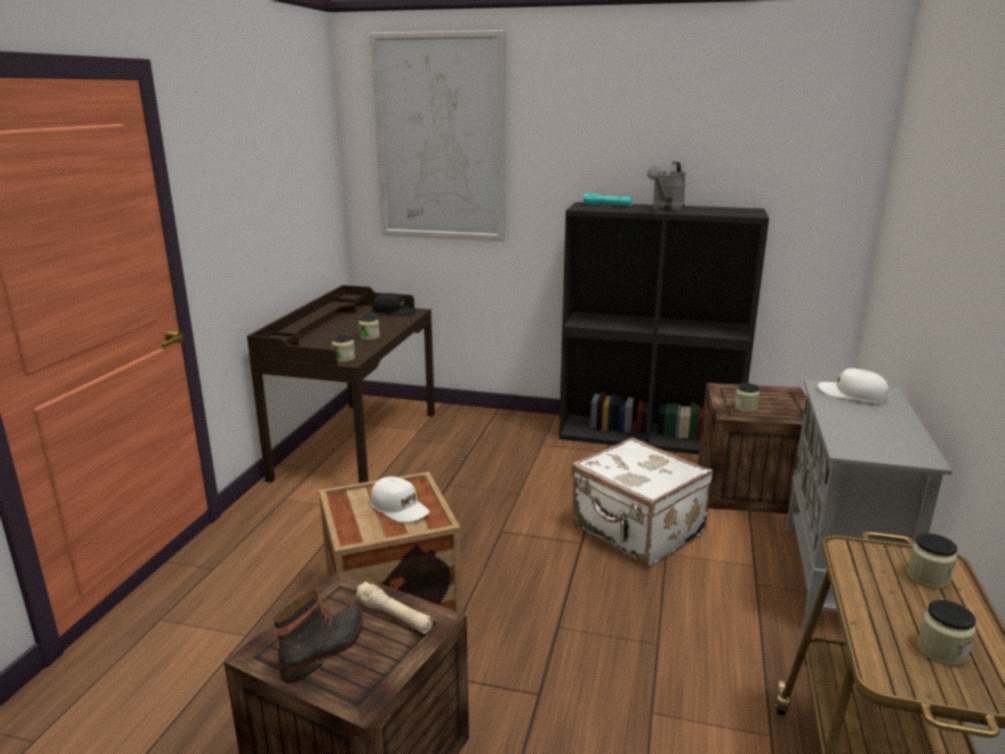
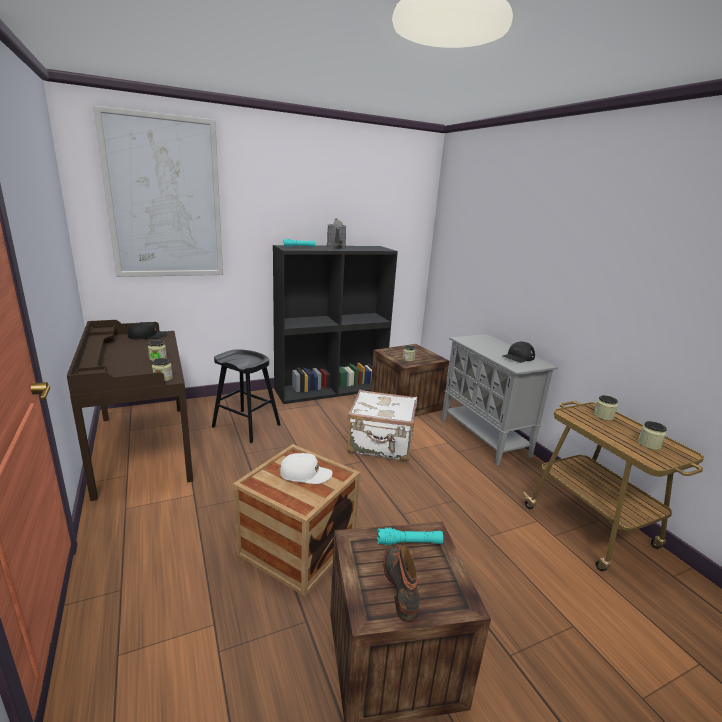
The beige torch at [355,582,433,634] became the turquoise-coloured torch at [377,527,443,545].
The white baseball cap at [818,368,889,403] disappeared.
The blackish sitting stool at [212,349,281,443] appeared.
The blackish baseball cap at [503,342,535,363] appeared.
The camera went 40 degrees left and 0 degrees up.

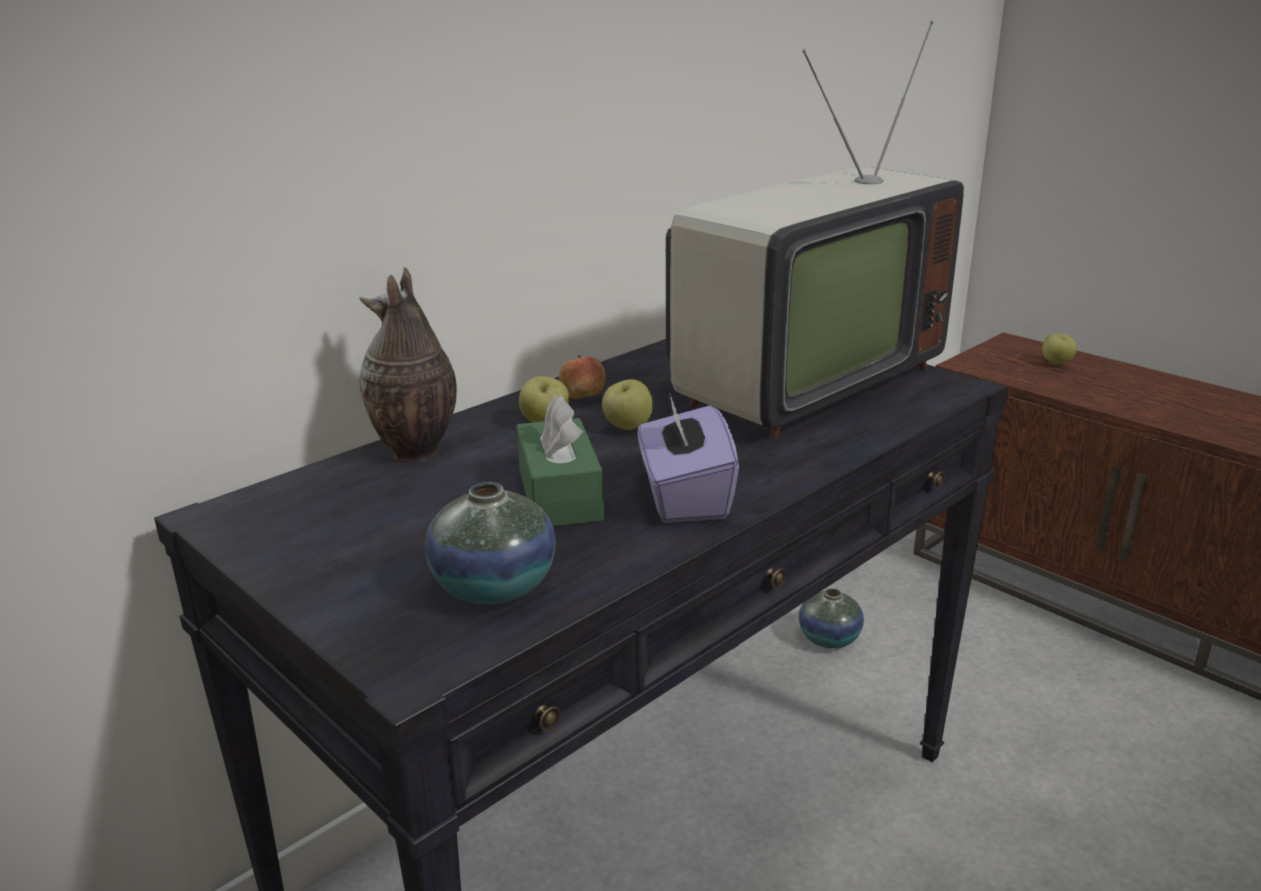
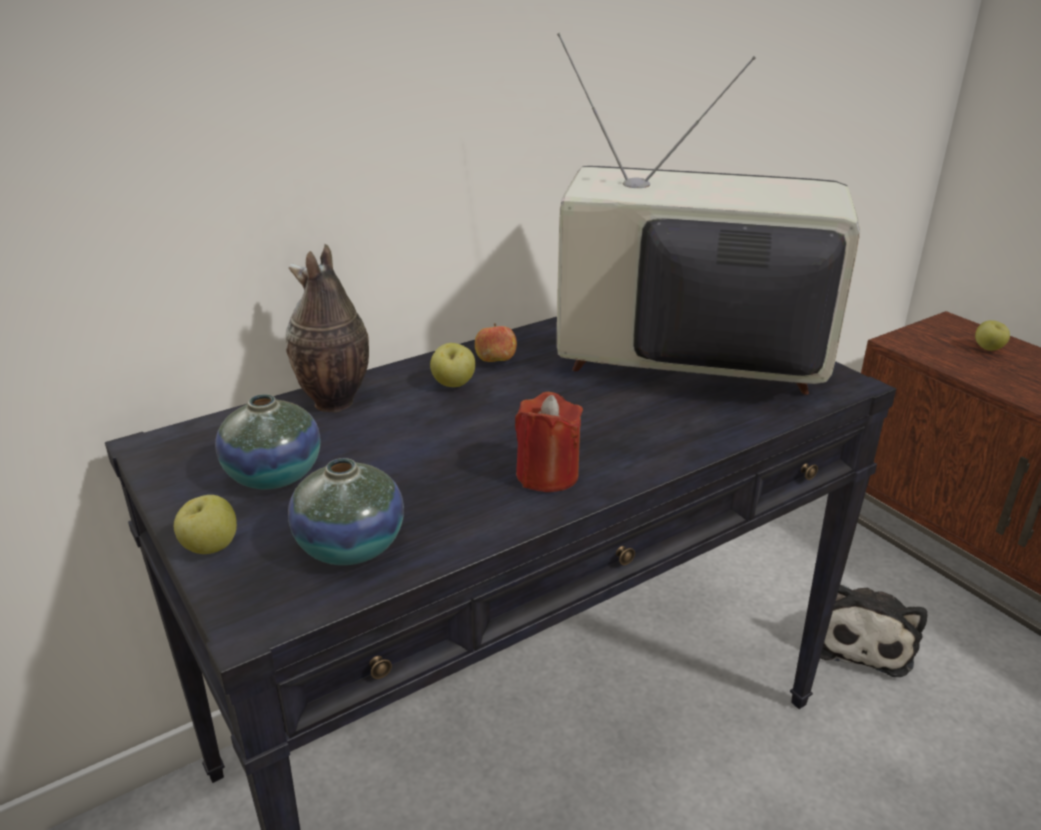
The greenish tissue holder at [517,395,604,527] disappeared.
The whole apple moved from [602,379,653,430] to [174,495,237,554].
The purple tissue holder at [638,392,739,523] was replaced by the red-coloured candle at [515,392,583,492].
The TV set at [666,21,964,440] turned 135 degrees counterclockwise.
The vase moved from [799,588,864,649] to [215,394,320,489].
The cuddly toy at [820,585,927,677] appeared.
The camera went 10 degrees right and 5 degrees up.

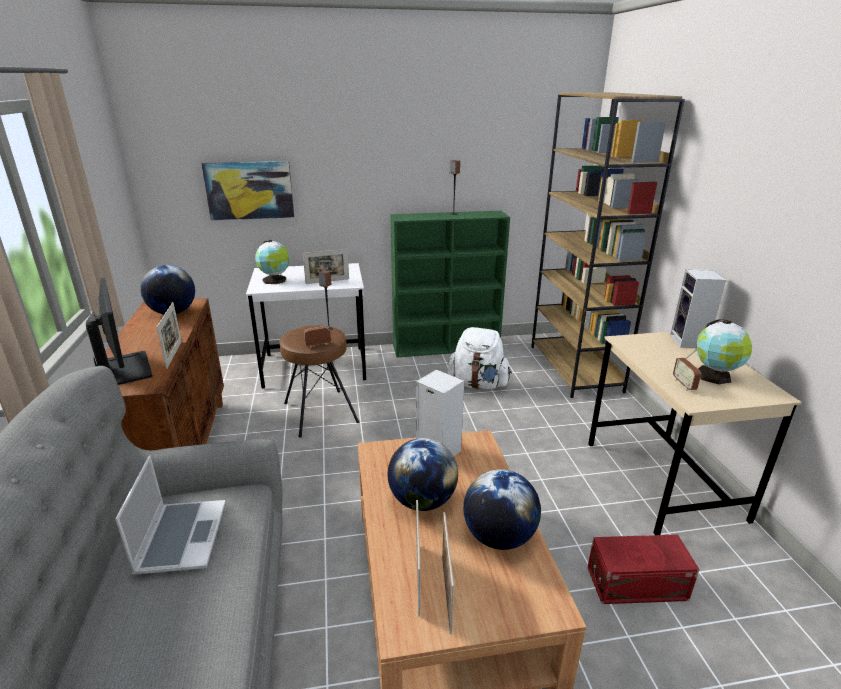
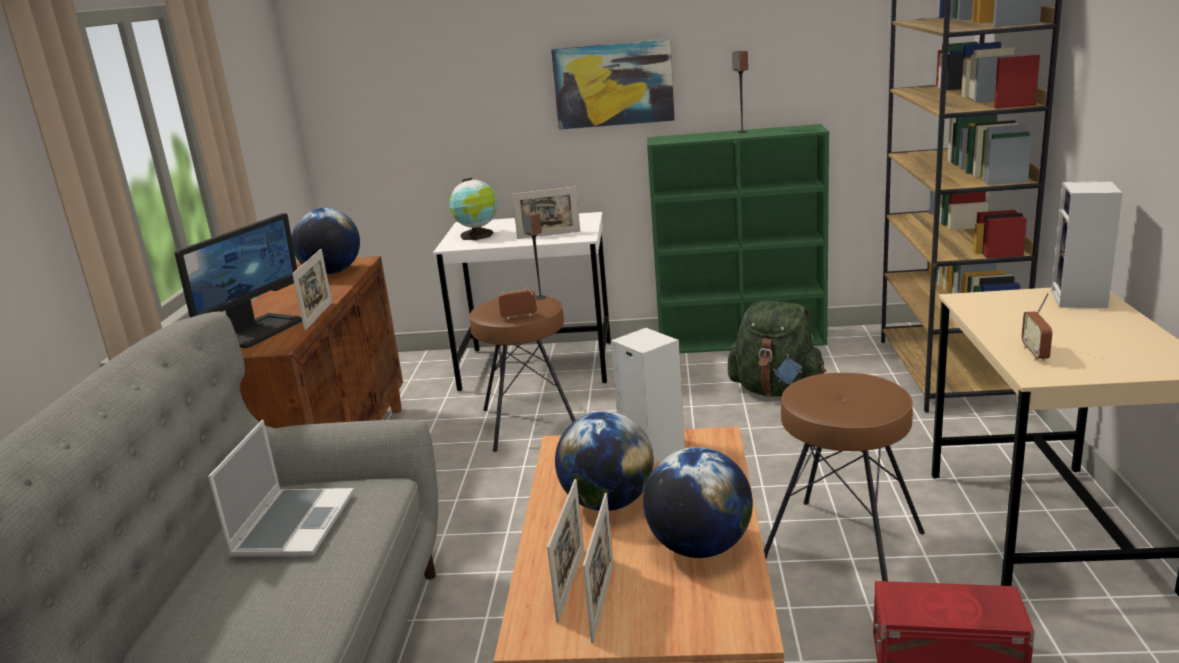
The computer screen at [86,278,153,385] turned 45 degrees clockwise.
The picture moved from [201,161,294,220] to [551,39,675,130].
The white knapsack at [448,327,512,389] became the greenish knapsack at [728,301,826,397].
The desk globe at [697,319,752,385] disappeared.
The brown-coloured sitting stool at [764,373,925,581] appeared.
The camera went 15 degrees right and 5 degrees down.

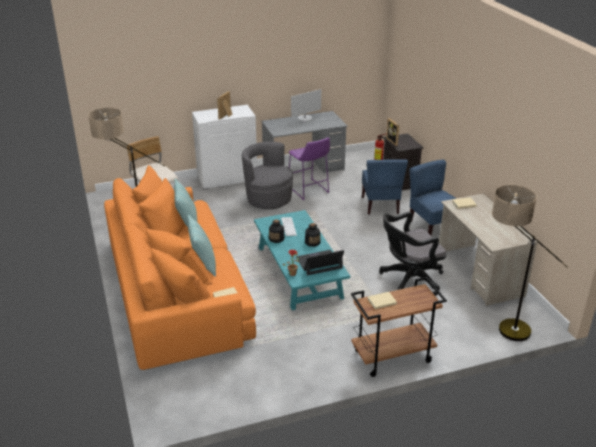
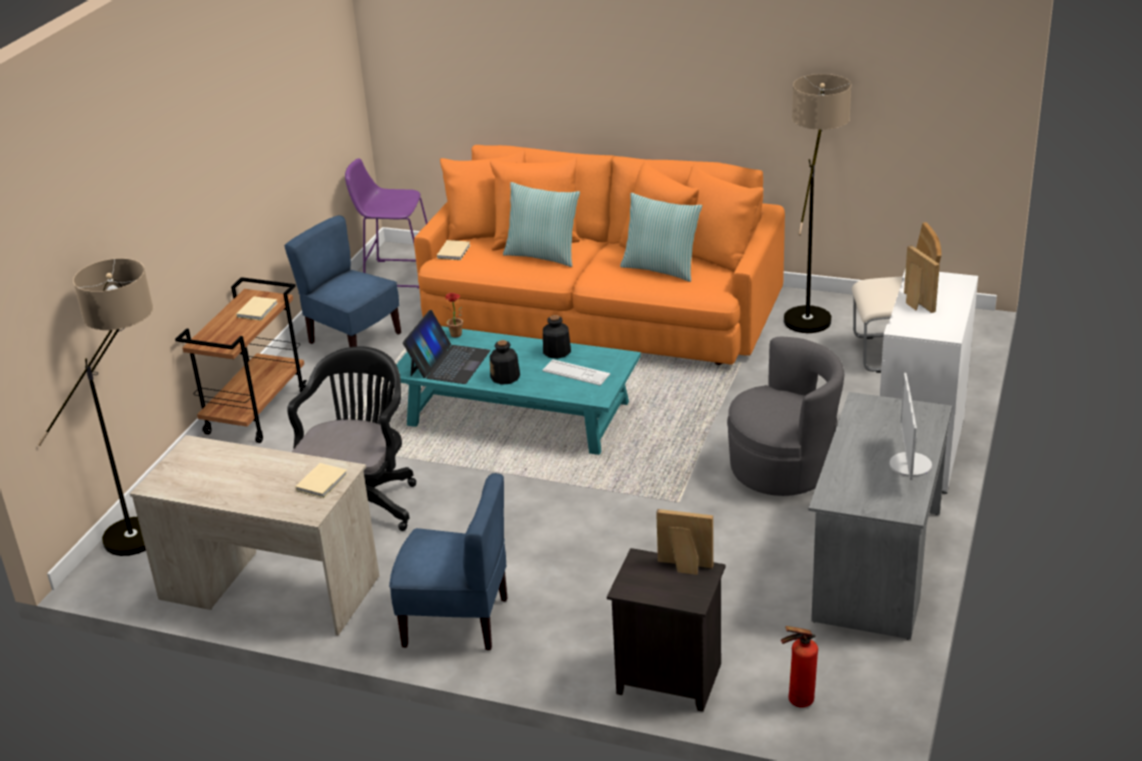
The purple sitting stool moved from [289,137,330,200] to [345,158,428,288].
The blue upright chair moved from [362,159,408,215] to [284,215,401,347].
The camera went 130 degrees right and 0 degrees up.

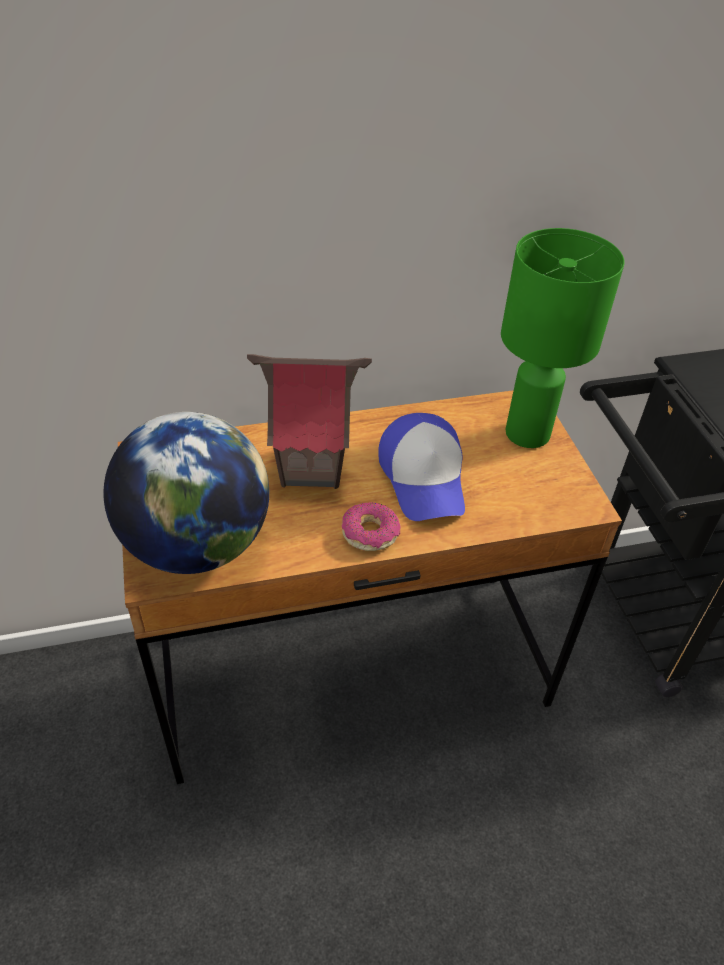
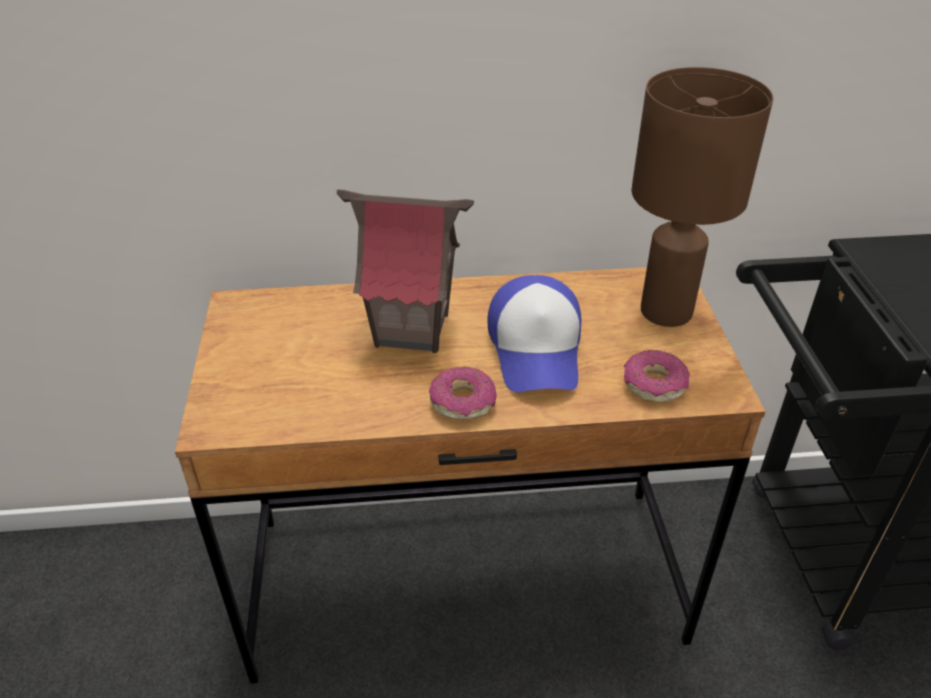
The desk globe at [104,412,269,574] disappeared.
The greenish tabletop lamp at [501,228,624,448] became the brown-coloured tabletop lamp at [631,67,774,327].
The ring doughnut at [624,350,690,403] appeared.
The camera went 10 degrees right and 5 degrees down.

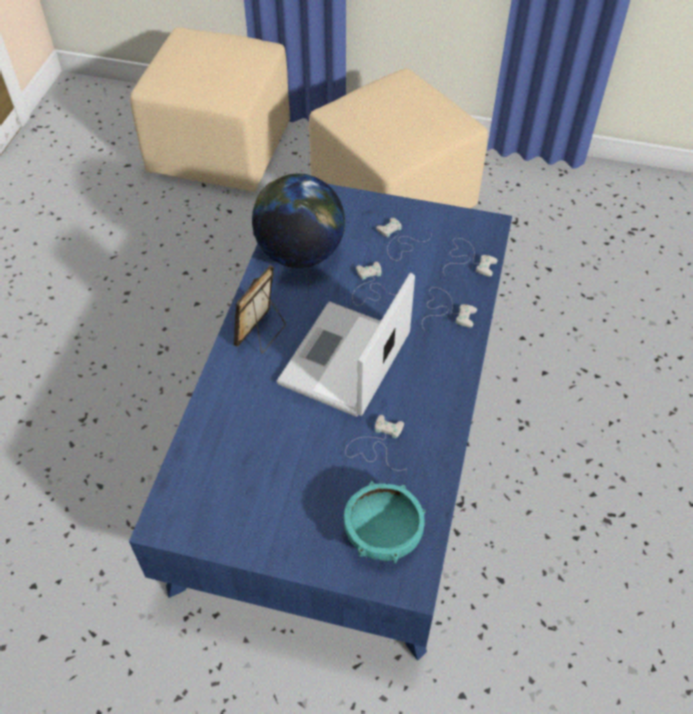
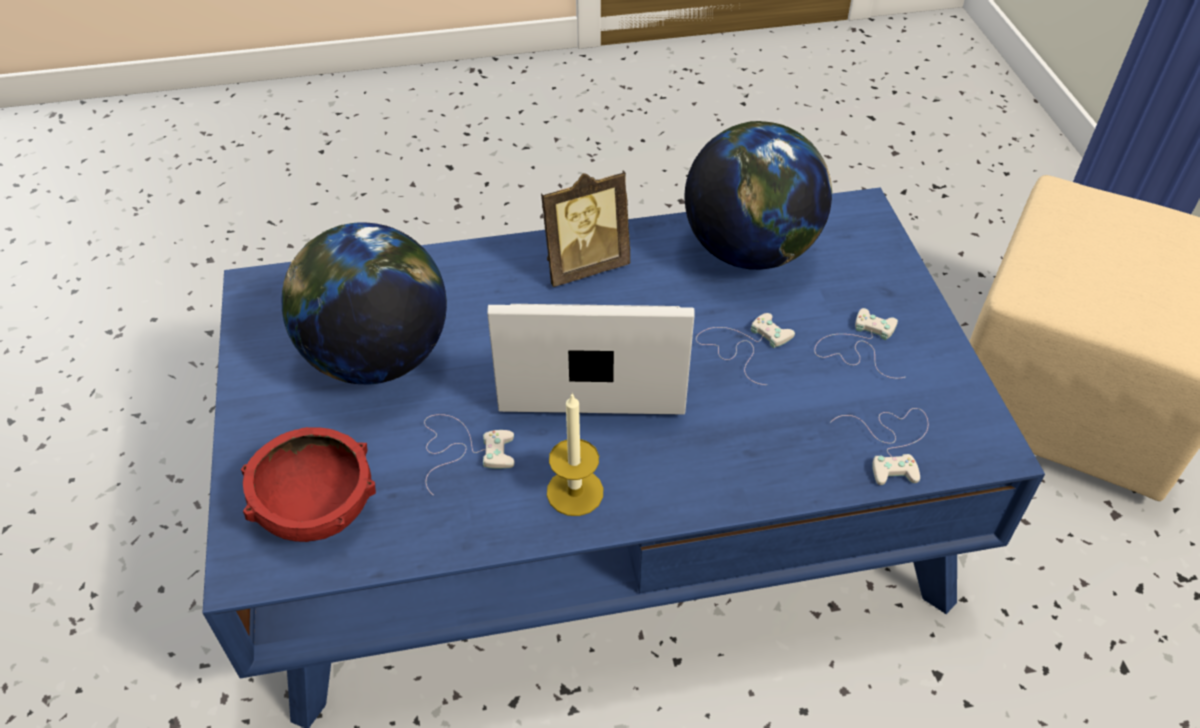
The beige pouffe at [130,27,290,192] disappeared.
The standing frame at [234,266,286,354] turned 150 degrees clockwise.
The turquoise-coloured serving bowl at [343,481,426,564] became the red-coloured serving bowl at [241,427,376,542].
The white gamepad at [422,287,477,329] disappeared.
The desk globe at [282,222,447,384] appeared.
The candle at [547,393,603,516] appeared.
The camera went 65 degrees right and 5 degrees down.

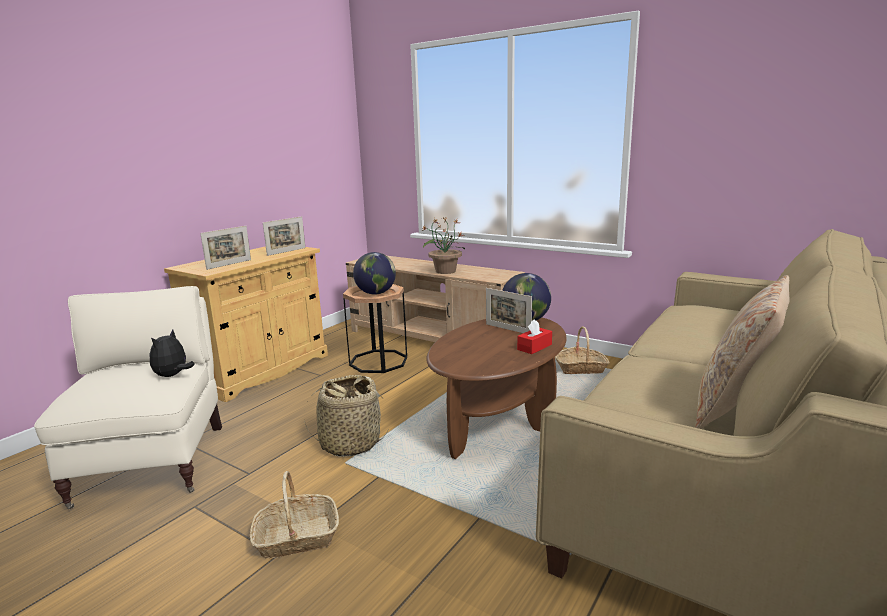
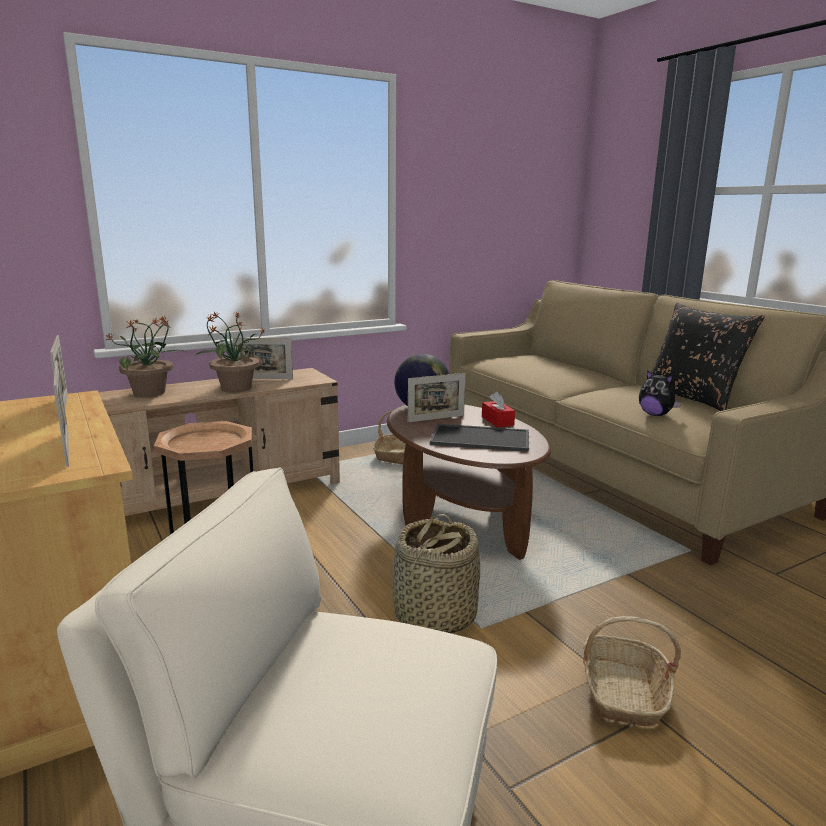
The cuddly toy moved from [150,329,195,377] to [639,370,681,416].
The desk globe at [353,252,396,295] disappeared.
The beige cushion at [695,275,790,429] became the blackish cushion at [651,303,765,411].
The plant in a pot at [106,317,184,397] appeared.
The standing frame at [233,338,293,379] appeared.
The serving tray at [430,424,529,452] appeared.
The camera went 65 degrees left and 0 degrees up.

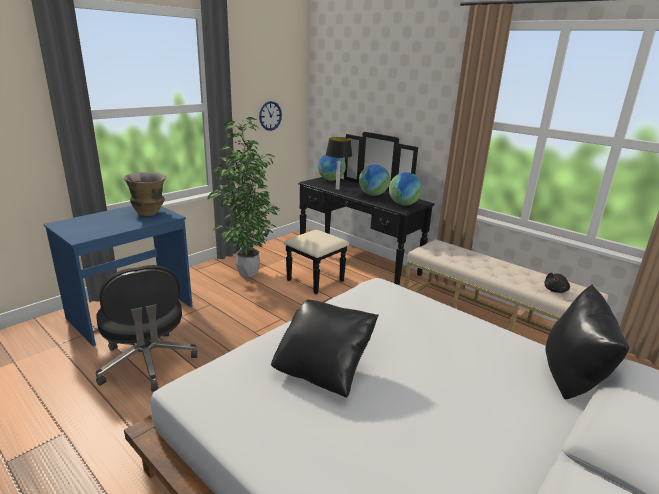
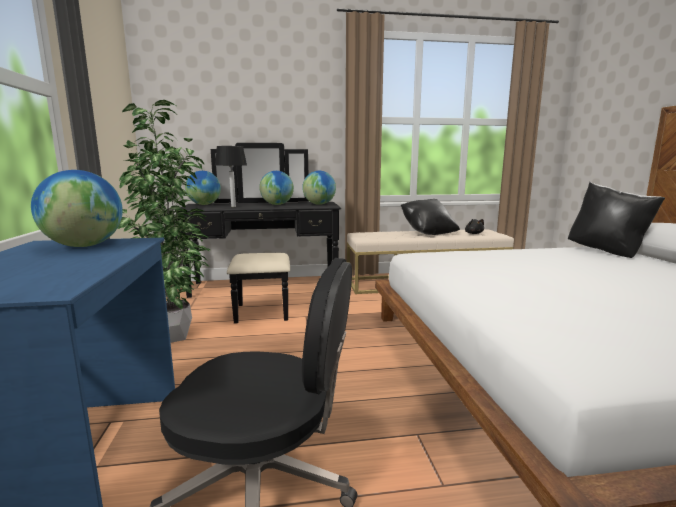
The vase at [123,172,166,216] was replaced by the desk globe at [31,170,123,247].
The wall clock at [259,101,282,131] disappeared.
The blackish cushion moved from [271,299,379,398] to [401,199,460,235].
The camera went 50 degrees left and 10 degrees down.

